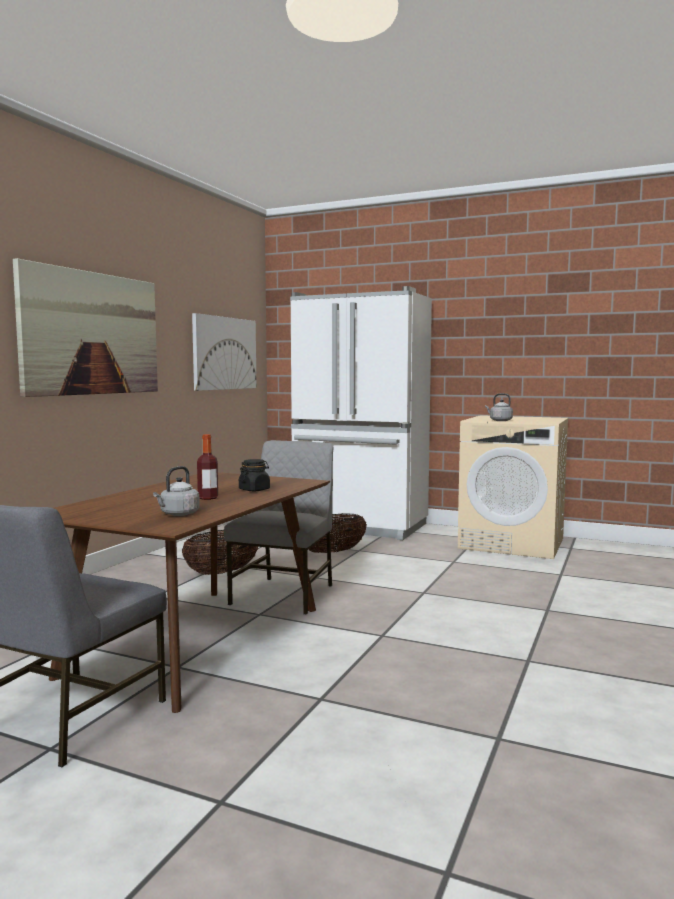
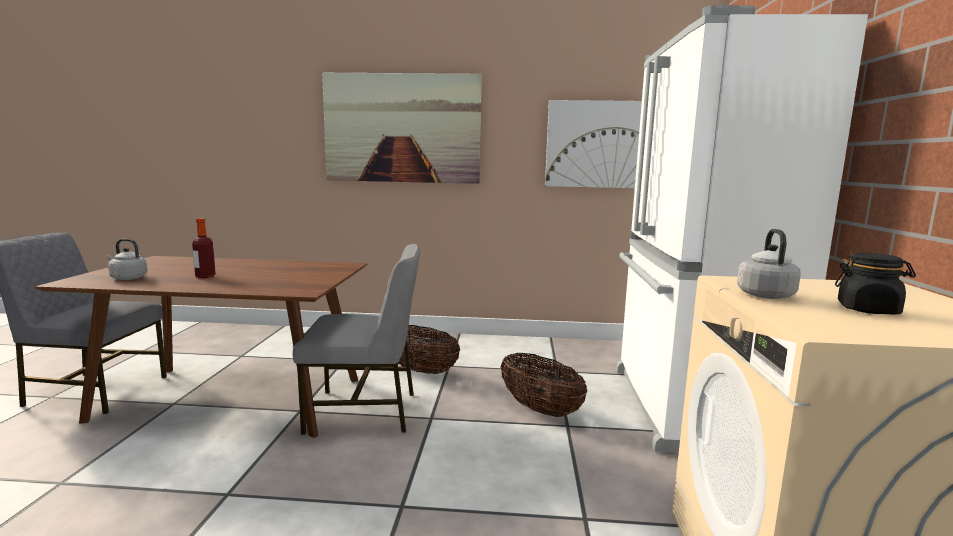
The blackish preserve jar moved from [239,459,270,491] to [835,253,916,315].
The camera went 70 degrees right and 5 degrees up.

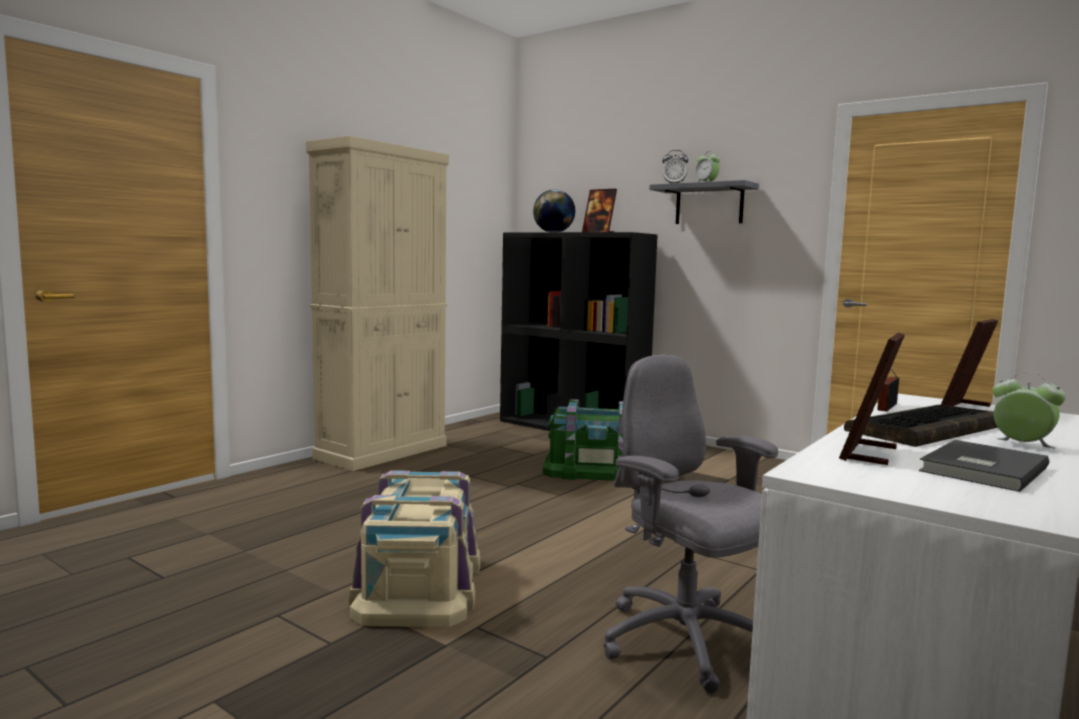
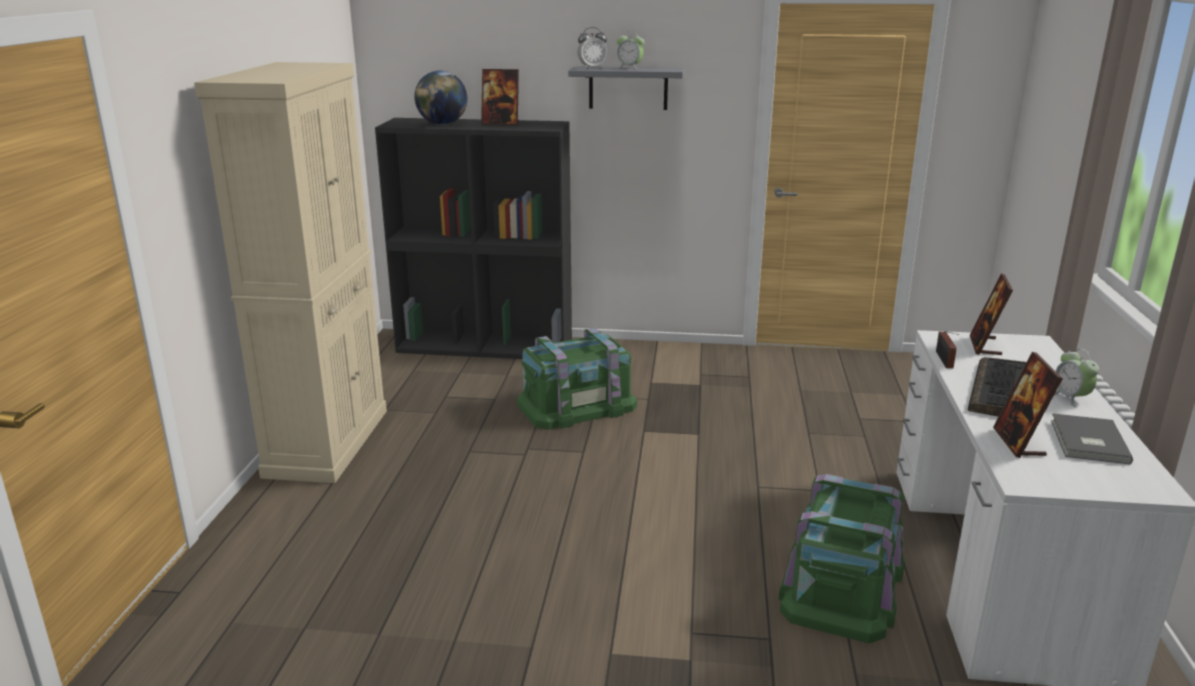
The beige storage container at [349,470,480,627] disappeared.
The grey office chair at [604,354,778,693] was replaced by the greenish storage container at [778,474,904,643].
The table clock at [993,372,1066,448] turned 120 degrees counterclockwise.
The camera went 30 degrees left and 15 degrees up.

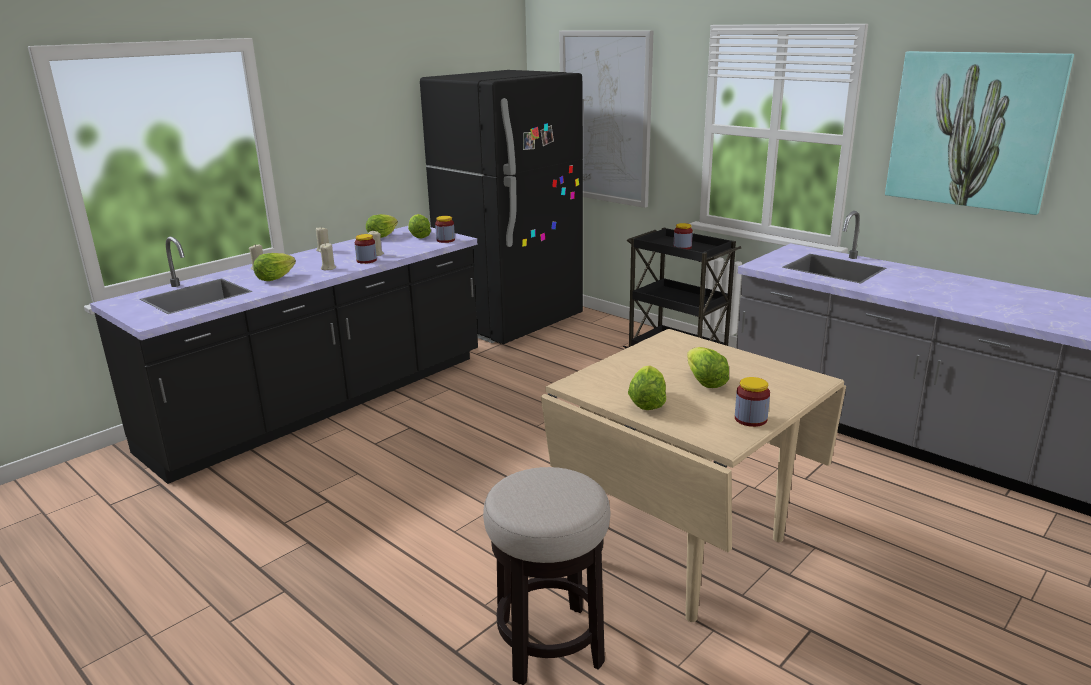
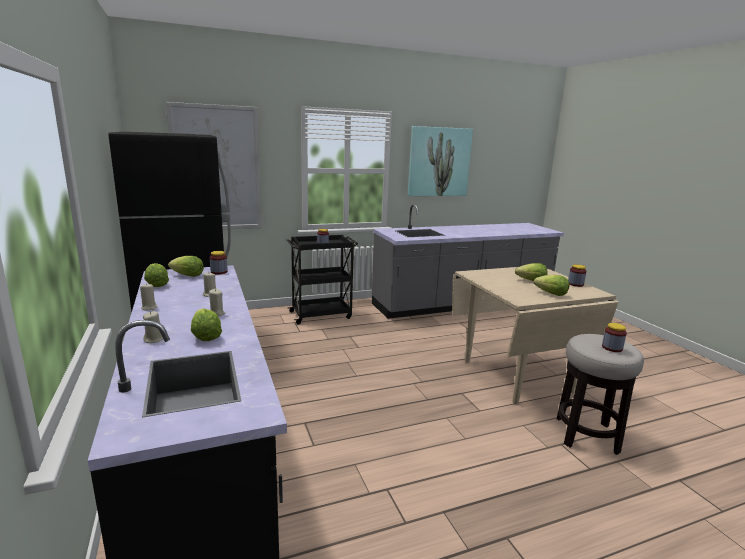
The preserve jar moved from [354,234,377,264] to [602,323,627,352].
The camera went 65 degrees left and 5 degrees down.

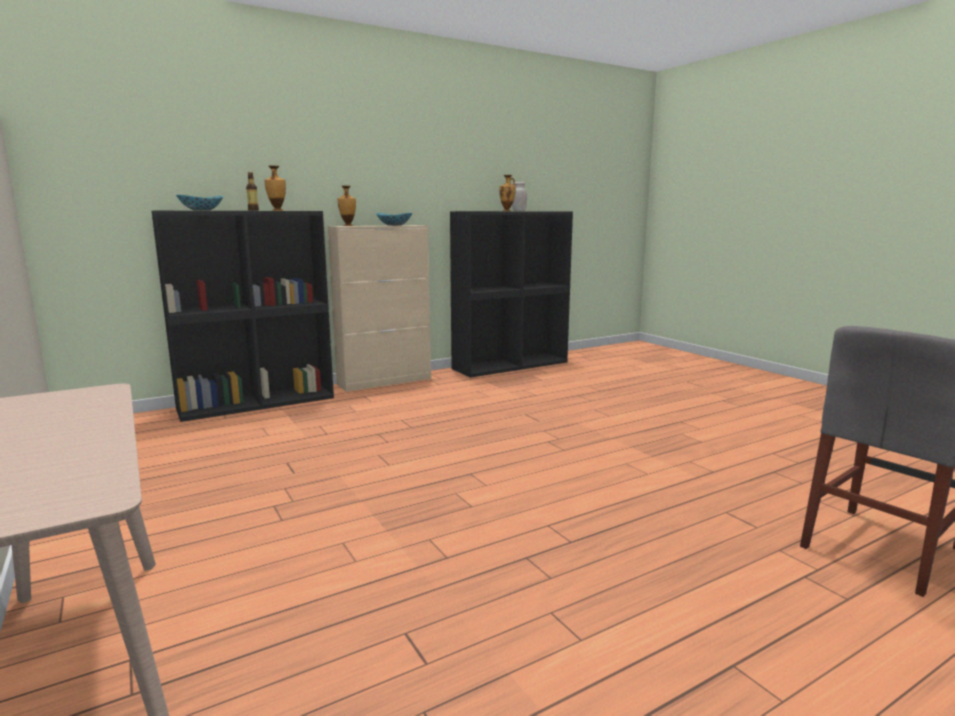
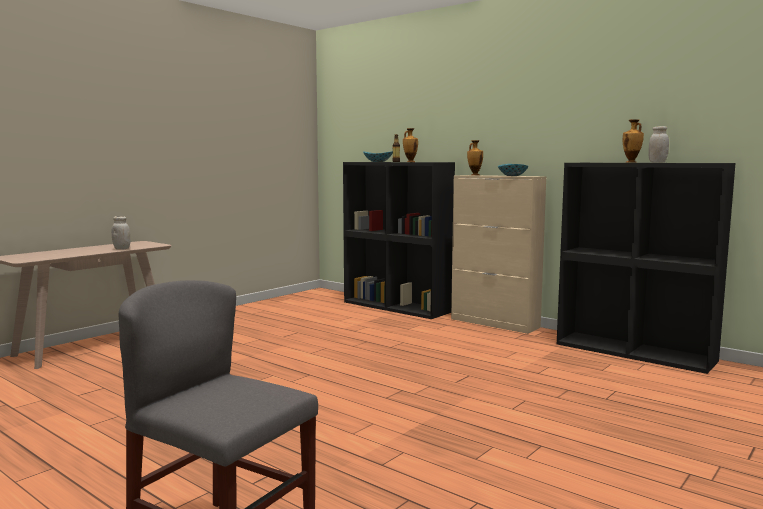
The white preserve jar at [112,216,130,250] appeared.
The camera went 70 degrees right and 5 degrees down.

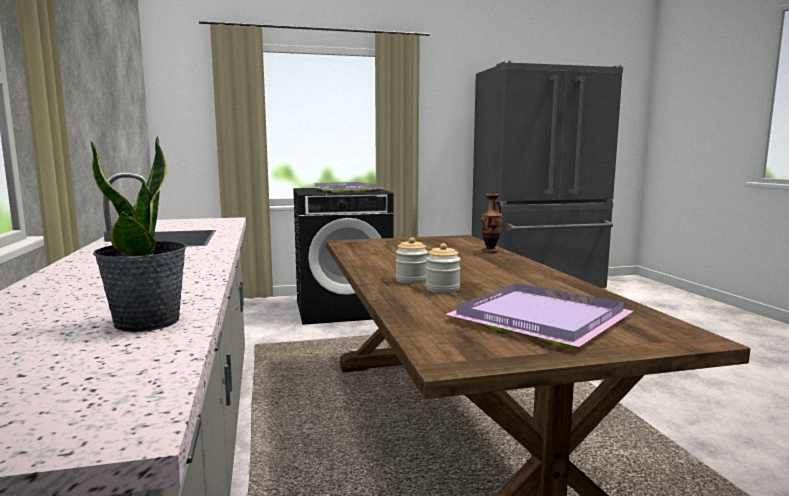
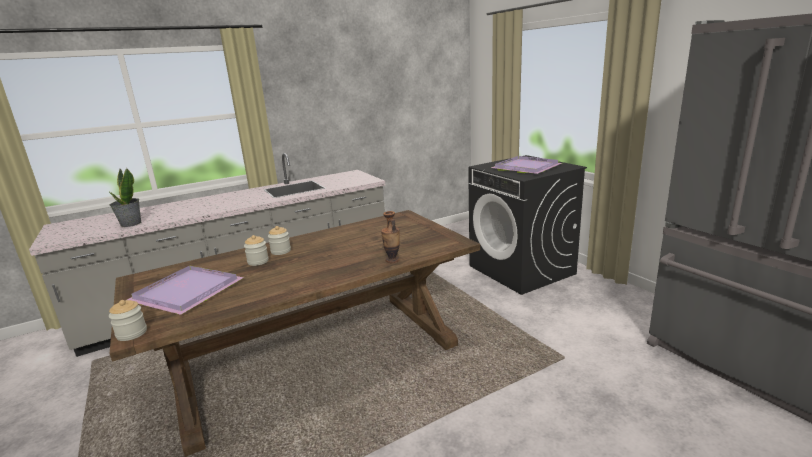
The preserve jar at [109,300,147,341] appeared.
The camera went 75 degrees right and 10 degrees up.

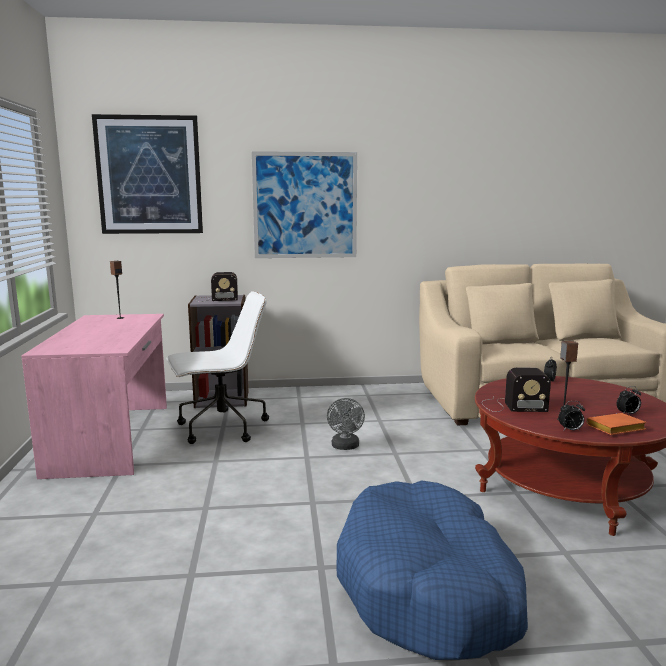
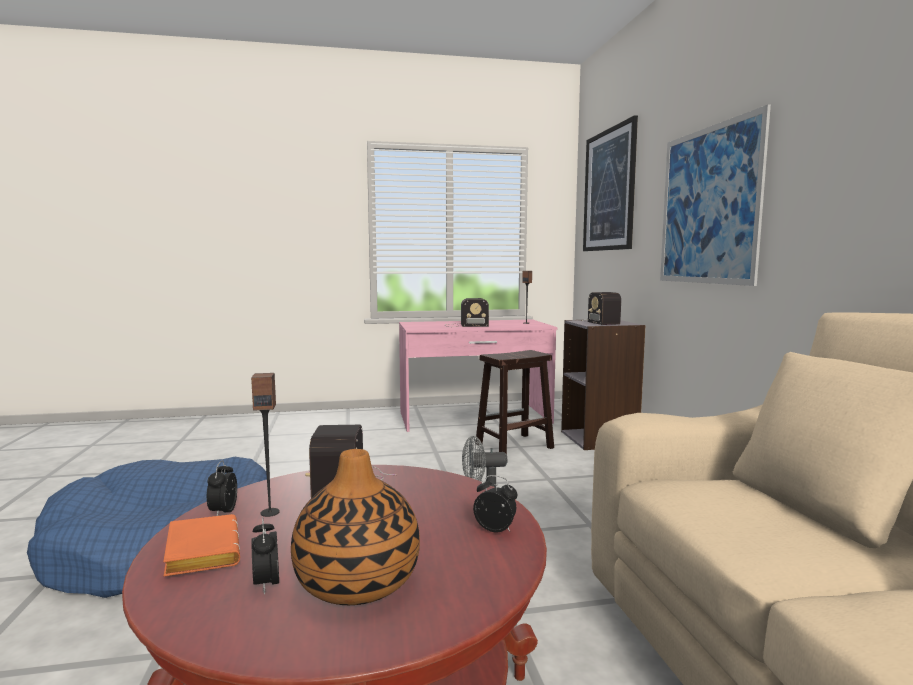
The white office chair at [166,291,269,444] was replaced by the brown-coloured sitting stool at [475,350,554,454].
The vase at [291,449,420,605] appeared.
The radio set at [445,298,489,327] appeared.
The camera went 85 degrees right and 5 degrees down.

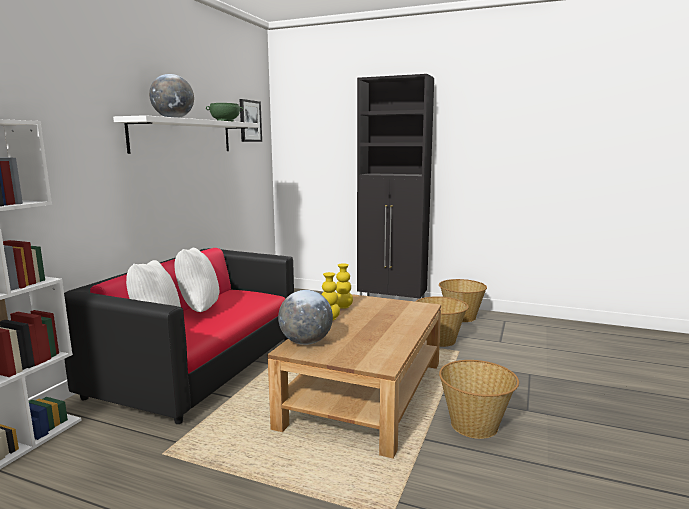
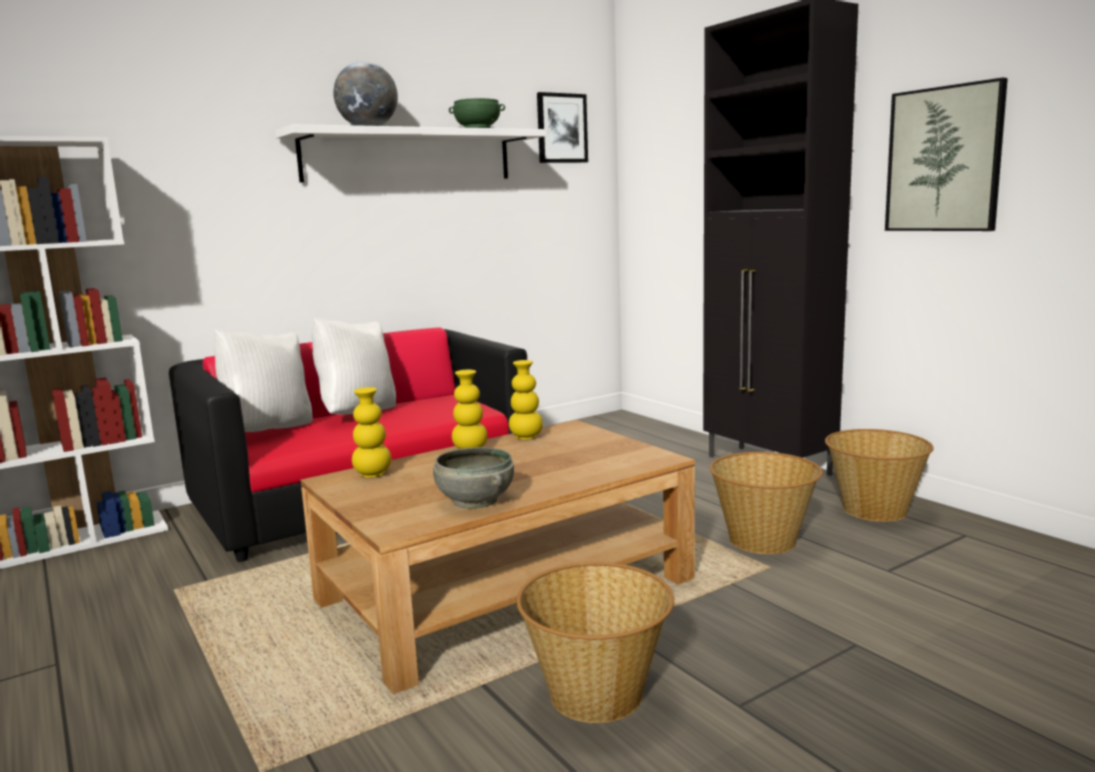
The desk globe at [278,290,333,345] was replaced by the yellowish vase at [352,387,391,478].
The grey serving bowl at [433,447,514,509] appeared.
The picture at [885,78,1008,231] appeared.
The camera went 35 degrees right and 0 degrees up.

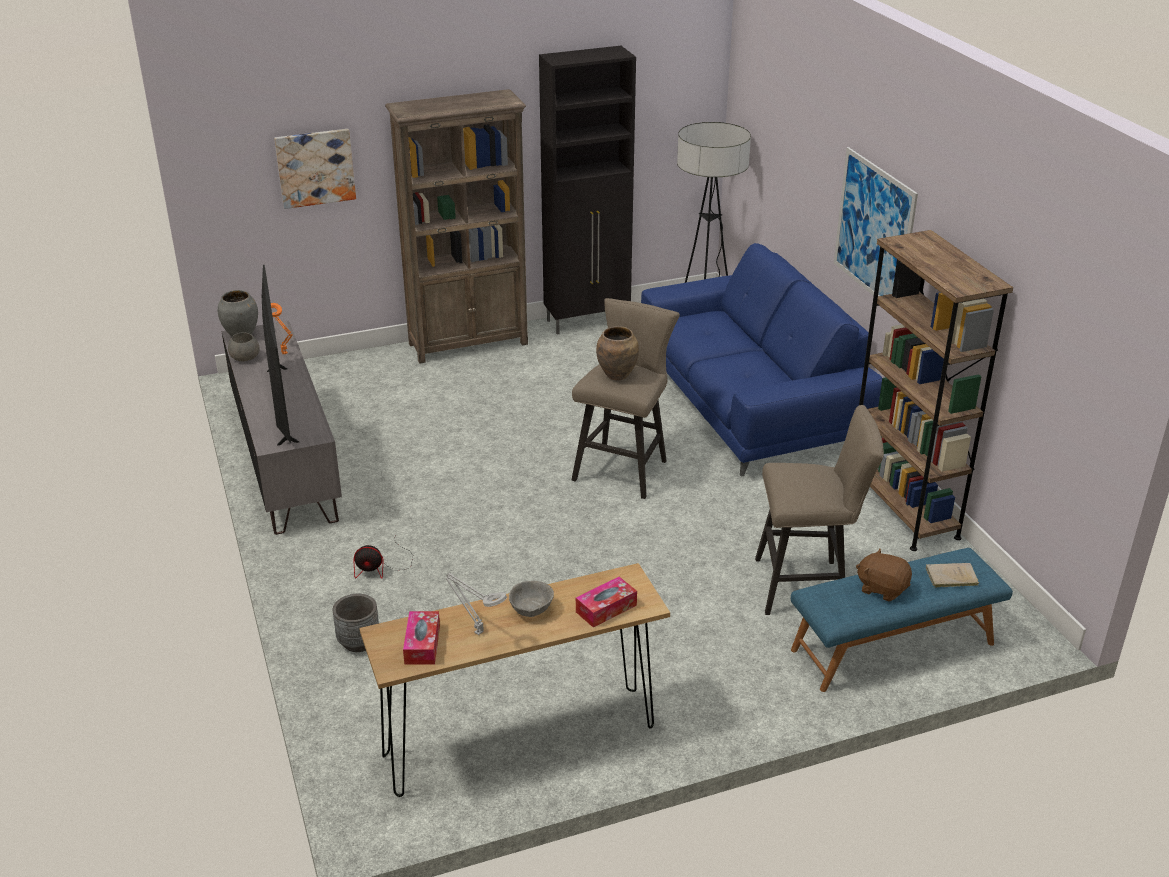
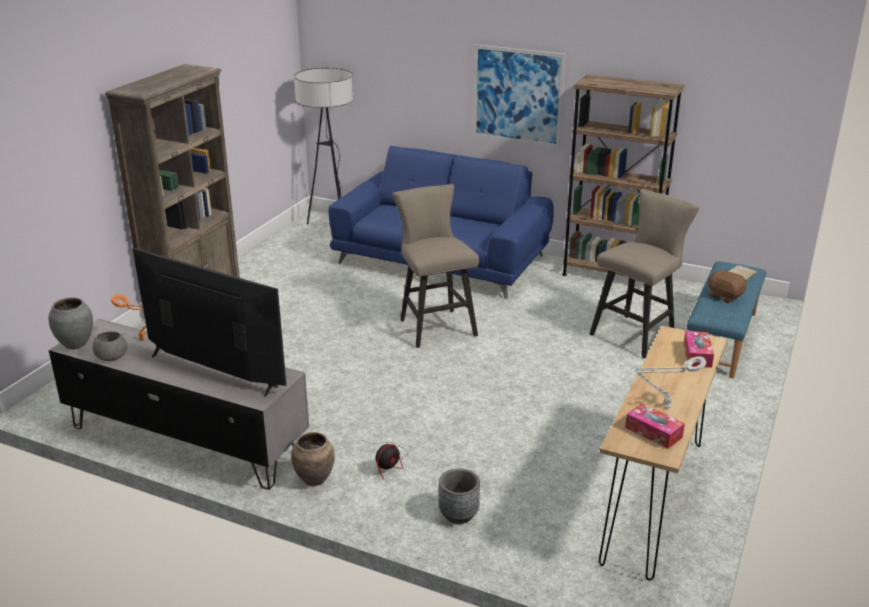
The picture at [274,129,356,209] disappeared.
The grey serving bowl at [509,581,554,617] disappeared.
The blackish cupboard at [539,46,636,335] disappeared.
The brown-coloured vase moved from [596,326,639,380] to [291,432,335,486].
The brown-coloured cuddly toy at [856,548,912,602] turned 60 degrees clockwise.
The camera went 45 degrees left and 5 degrees down.

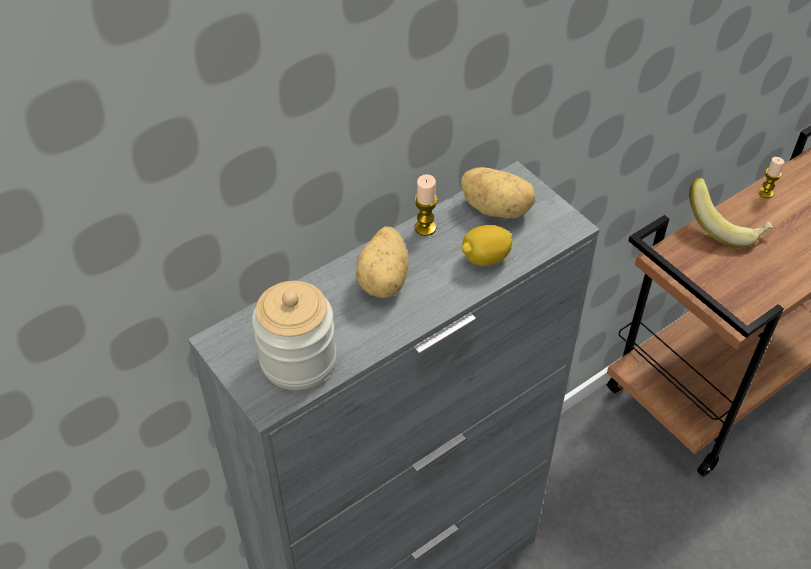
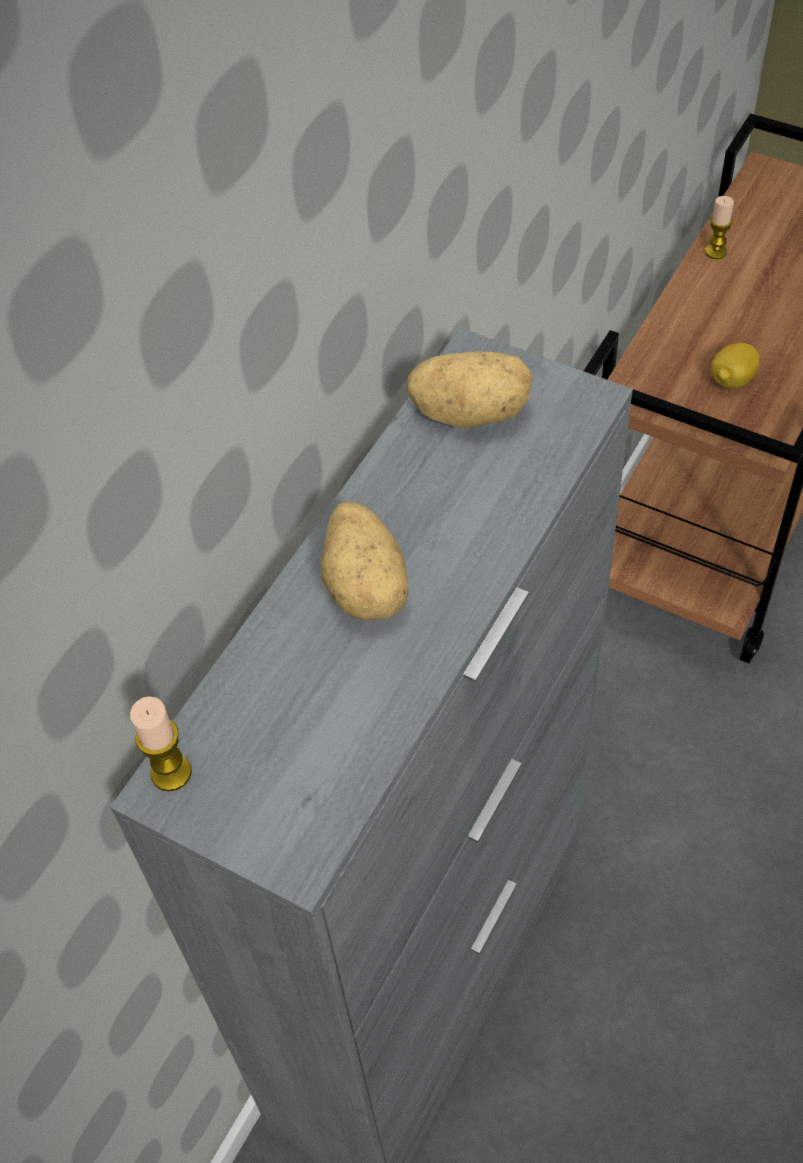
The preserve jar at [252,281,336,390] disappeared.
The candle moved from [414,174,438,236] to [130,696,192,791].
The citrus fruit moved from [462,225,513,266] to [711,343,759,388].
The whole banana at [689,178,773,248] disappeared.
The camera went 20 degrees left and 5 degrees up.

